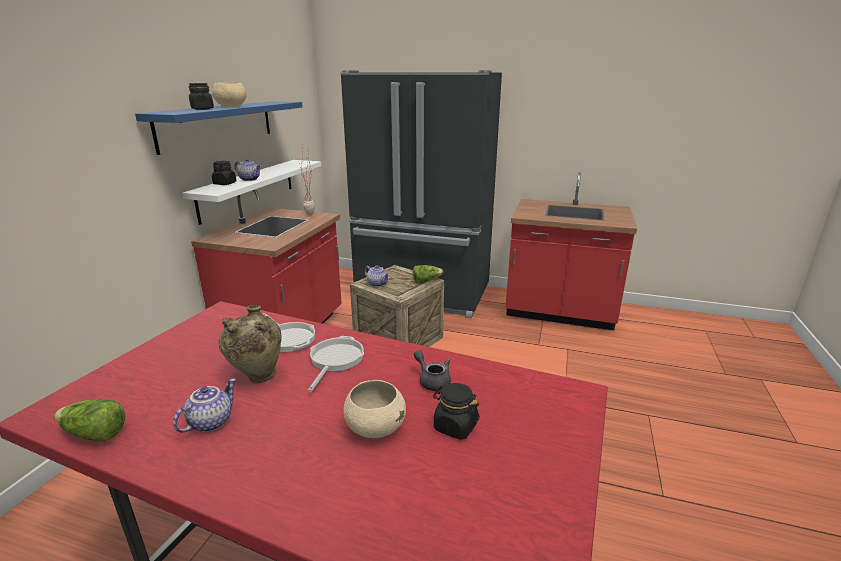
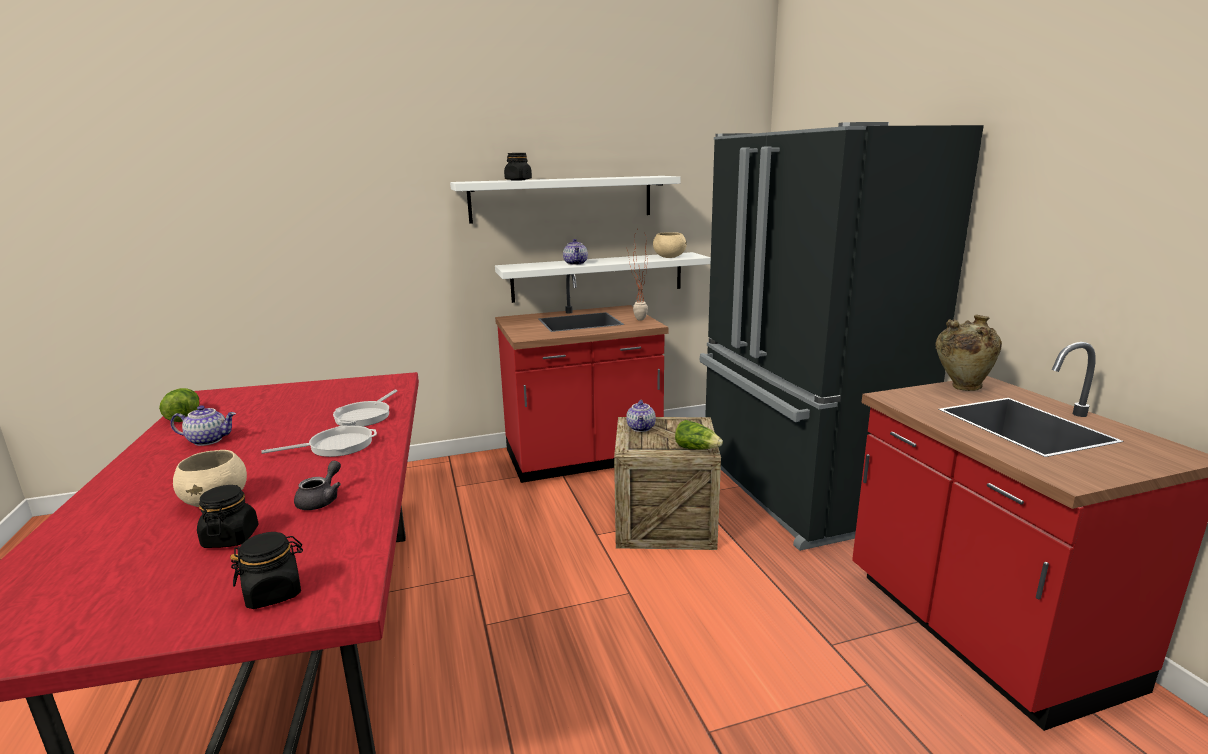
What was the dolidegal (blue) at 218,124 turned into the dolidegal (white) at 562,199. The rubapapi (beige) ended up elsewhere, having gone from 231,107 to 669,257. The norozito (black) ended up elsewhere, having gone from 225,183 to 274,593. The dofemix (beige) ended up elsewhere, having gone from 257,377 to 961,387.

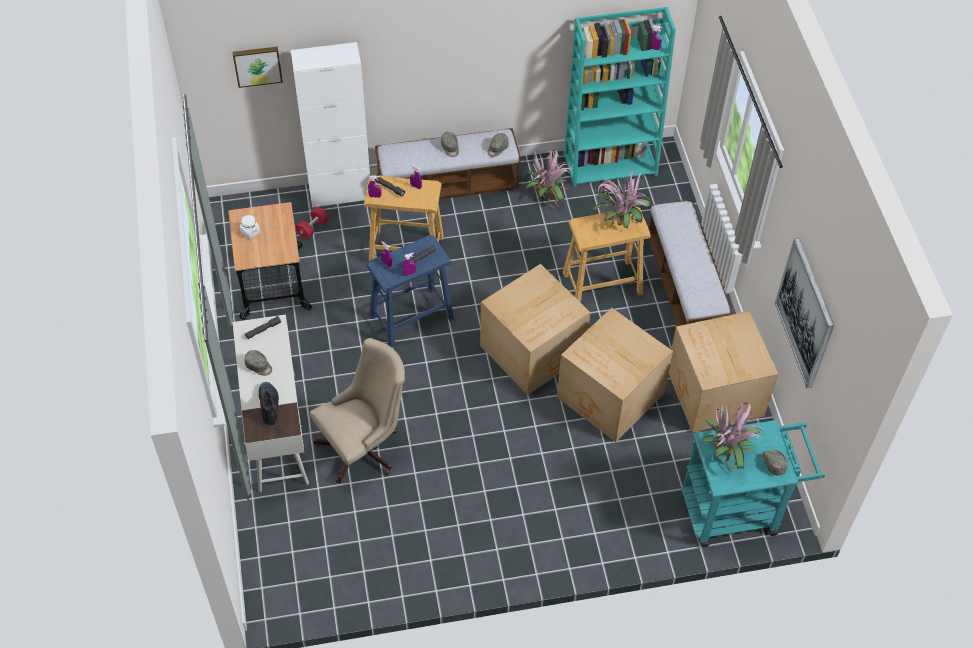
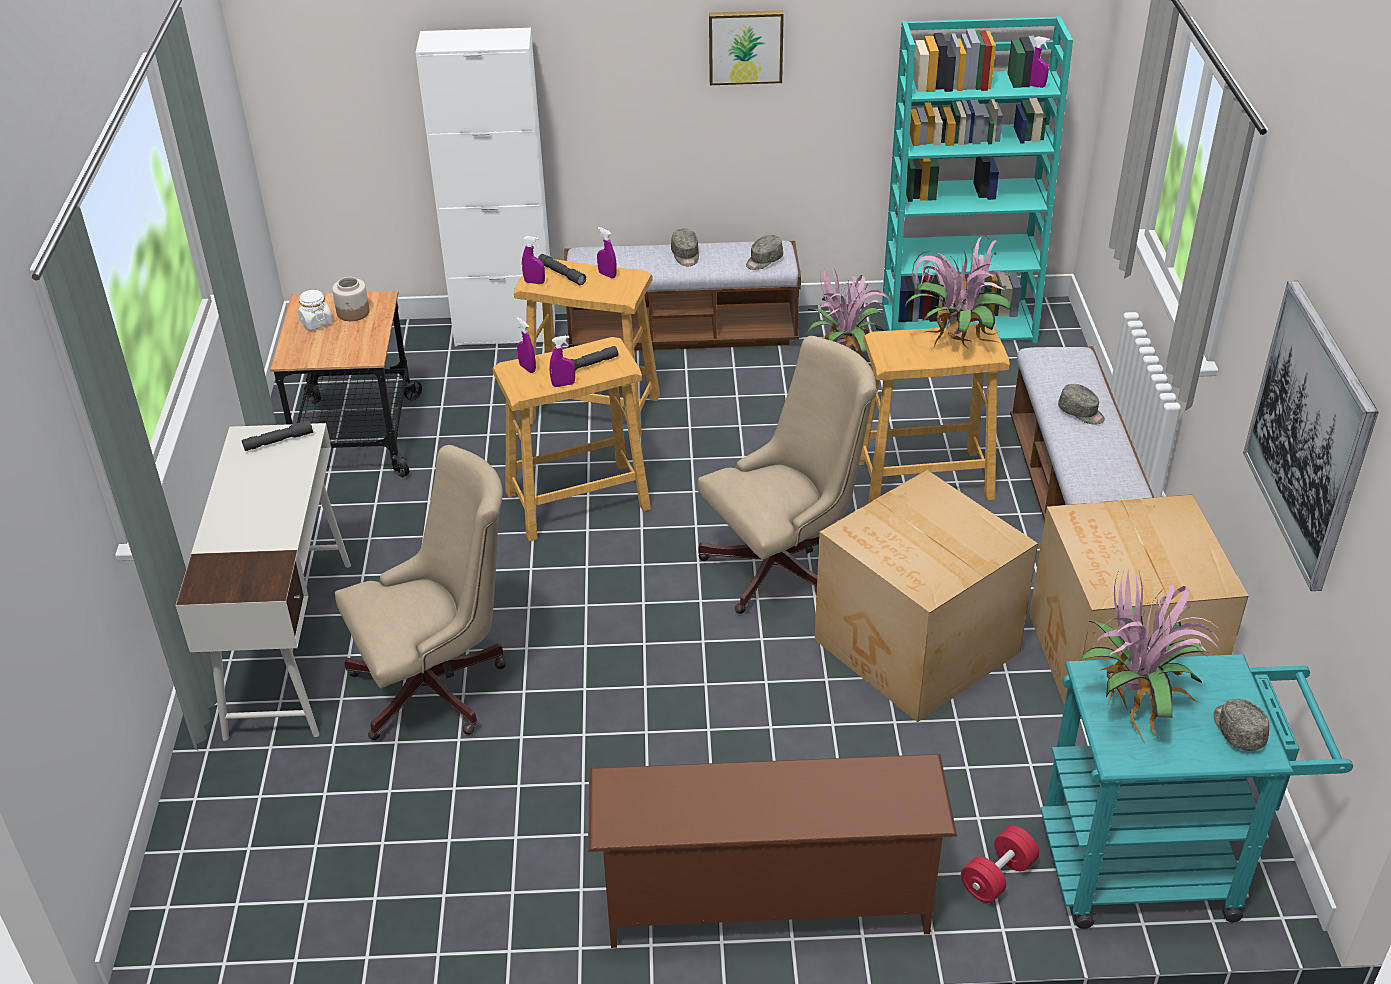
The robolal ended up elsewhere, having gone from 257,65 to 745,46. The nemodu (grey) ended up elsewhere, having gone from 259,366 to 1081,412. The second view lost the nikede at 269,406. The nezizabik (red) ended up elsewhere, having gone from 312,228 to 997,877. What was the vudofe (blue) at 412,317 turned into the vudofe (beige) at 578,500. Where the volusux stood at 534,351, the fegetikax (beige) came to stand at 785,566. The second view gained the norozito at 353,312. The second view gained the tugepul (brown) at 766,903.

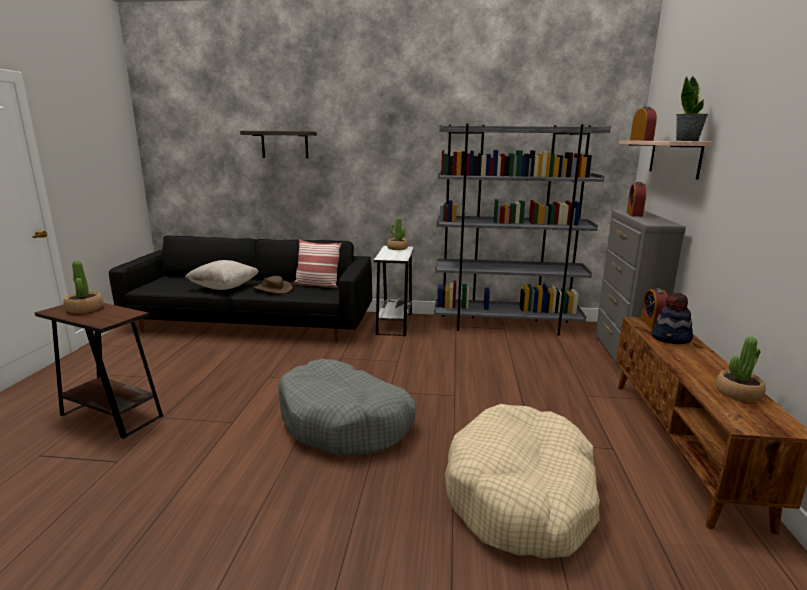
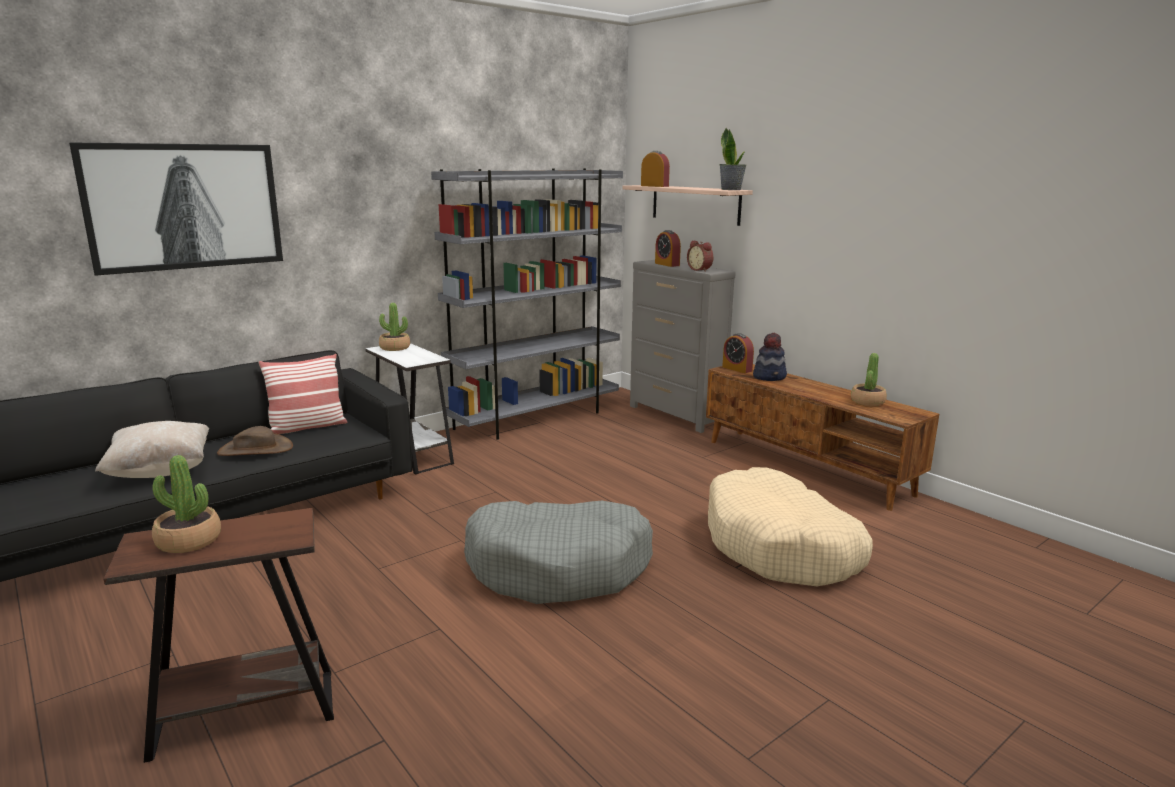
Where the dolidegal hung at 284,144, the robolal came to hang at 185,207. The second view gained the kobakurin at 700,270.

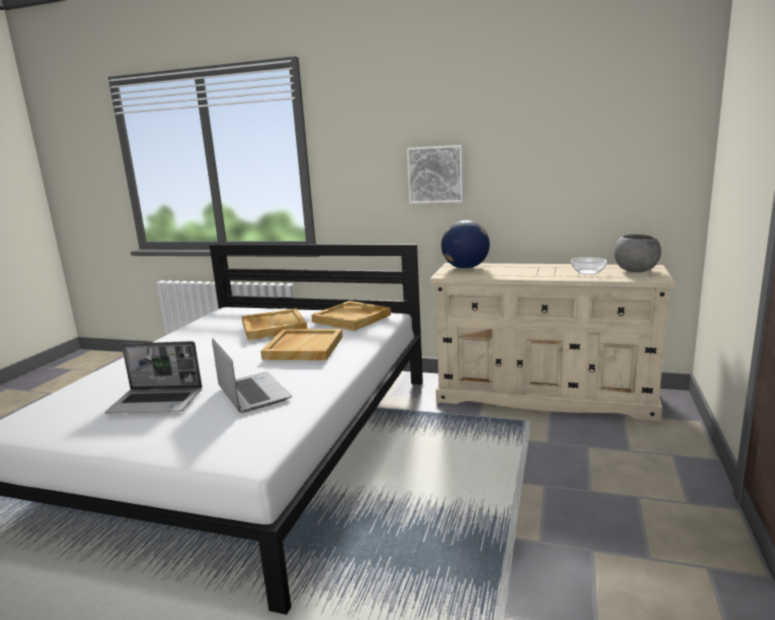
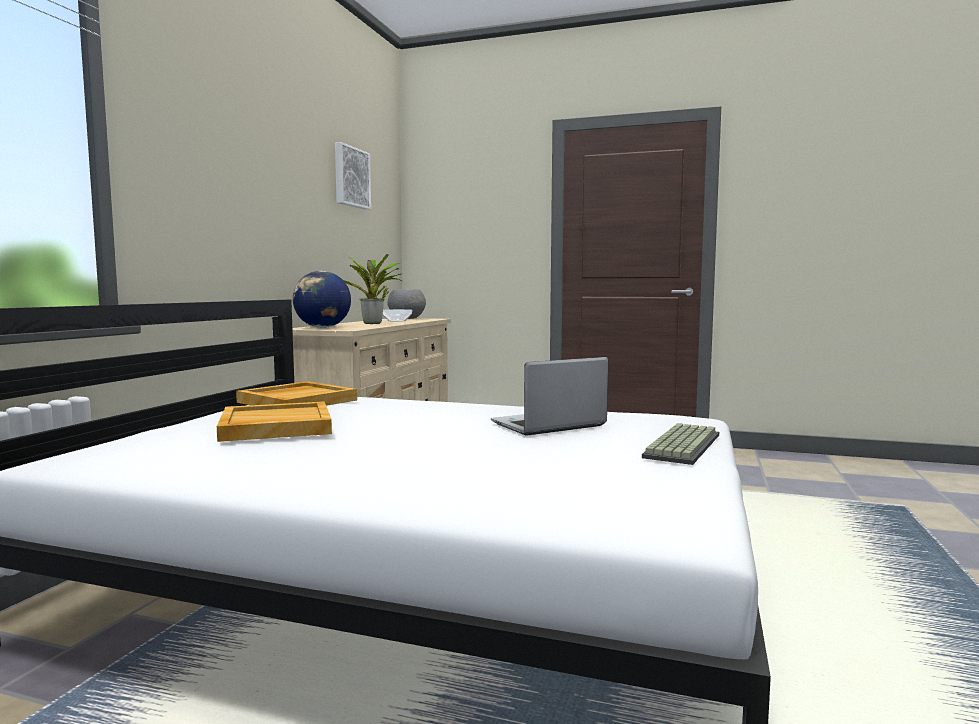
The second view lost the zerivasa at 157,402. The second view lost the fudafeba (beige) at 303,347. The robolal ended up elsewhere, having gone from 436,174 to 350,177. The second view gained the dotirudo at 373,323. The second view gained the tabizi at 681,445.

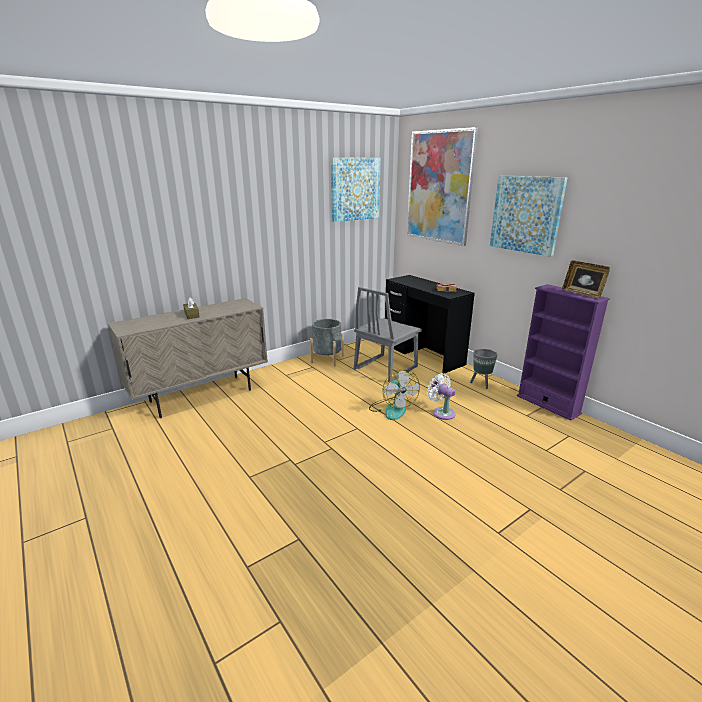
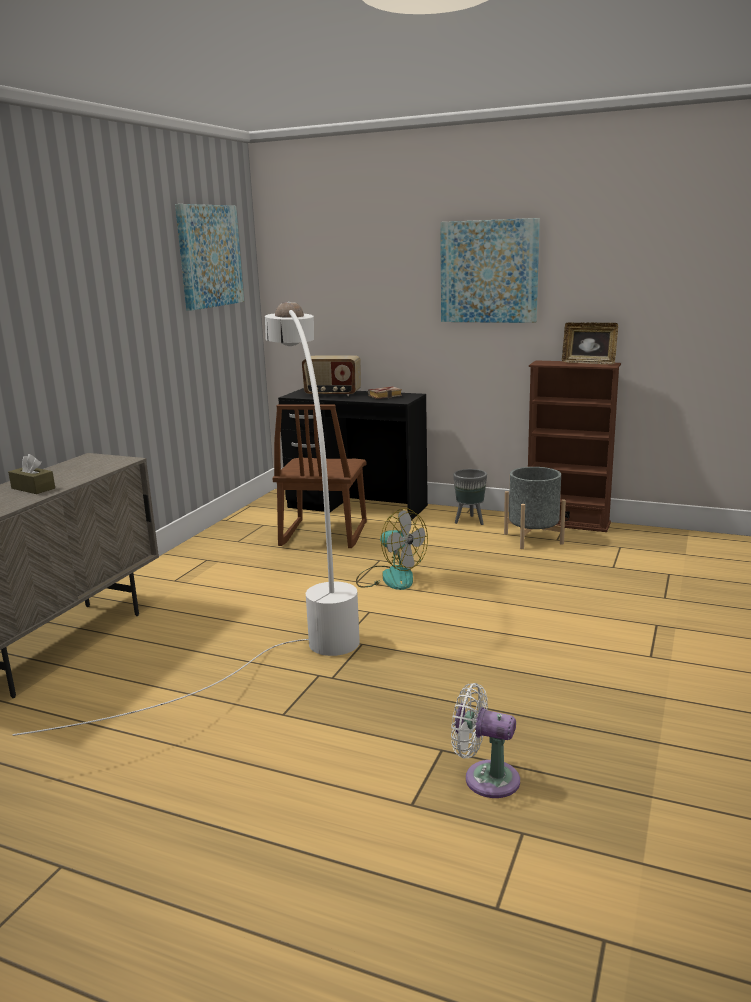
The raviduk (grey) ended up elsewhere, having gone from 327,359 to 533,538. What was the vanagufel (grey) at 385,368 turned into the vanagufel (brown) at 323,535. The second view lost the robolal at 439,187. The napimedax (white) ended up elsewhere, having gone from 442,412 to 486,778. What was the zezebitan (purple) at 548,404 turned into the zezebitan (brown) at 567,523. The second view gained the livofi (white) at 296,621. The second view gained the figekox at 332,394.

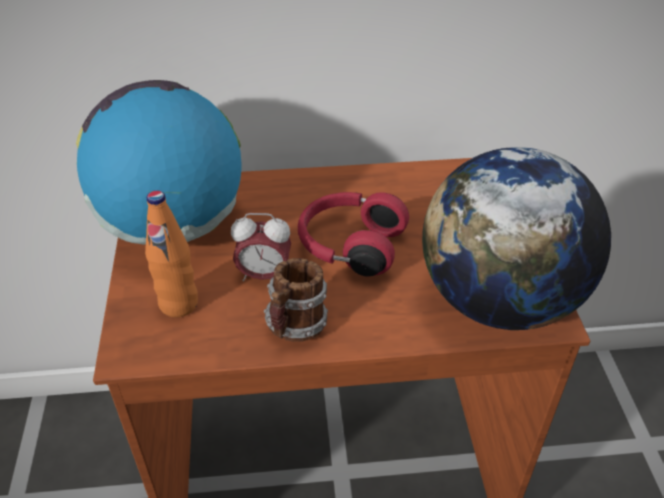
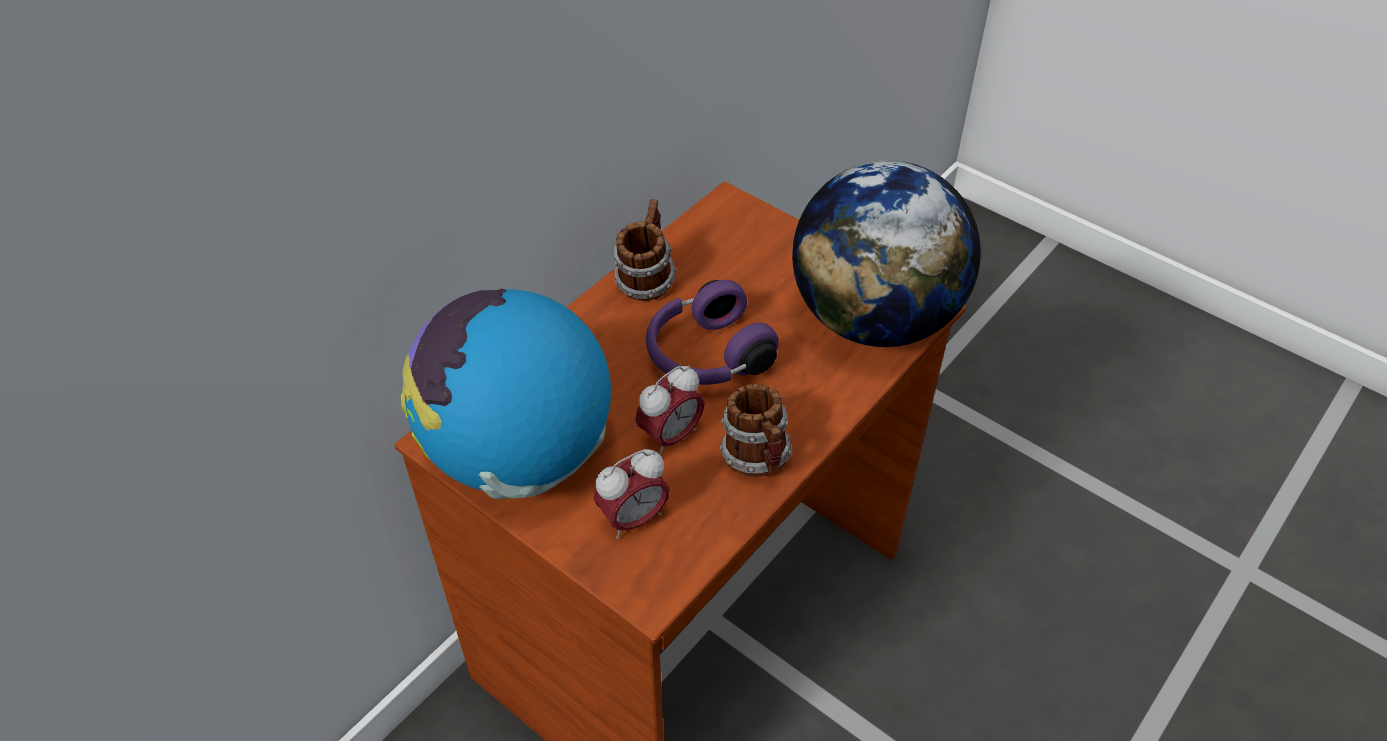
Where the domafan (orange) stood at 178,304, the kobakurin came to stand at 633,519. What was the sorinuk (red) at 349,246 turned into the sorinuk (purple) at 706,356. The second view gained the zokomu at 645,280.

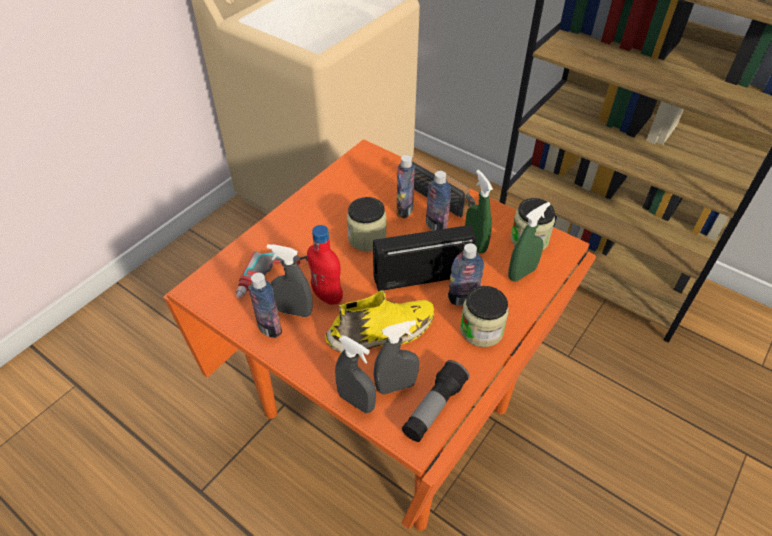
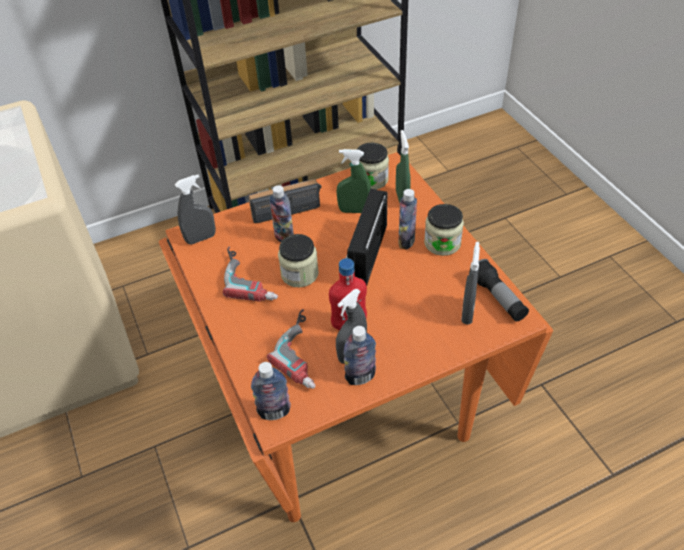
The second view lost the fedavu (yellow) at 382,333. The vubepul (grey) ended up elsewhere, having gone from 356,401 to 201,238. The domafan ended up elsewhere, having gone from 436,226 to 274,412. The second view gained the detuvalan at 252,277.

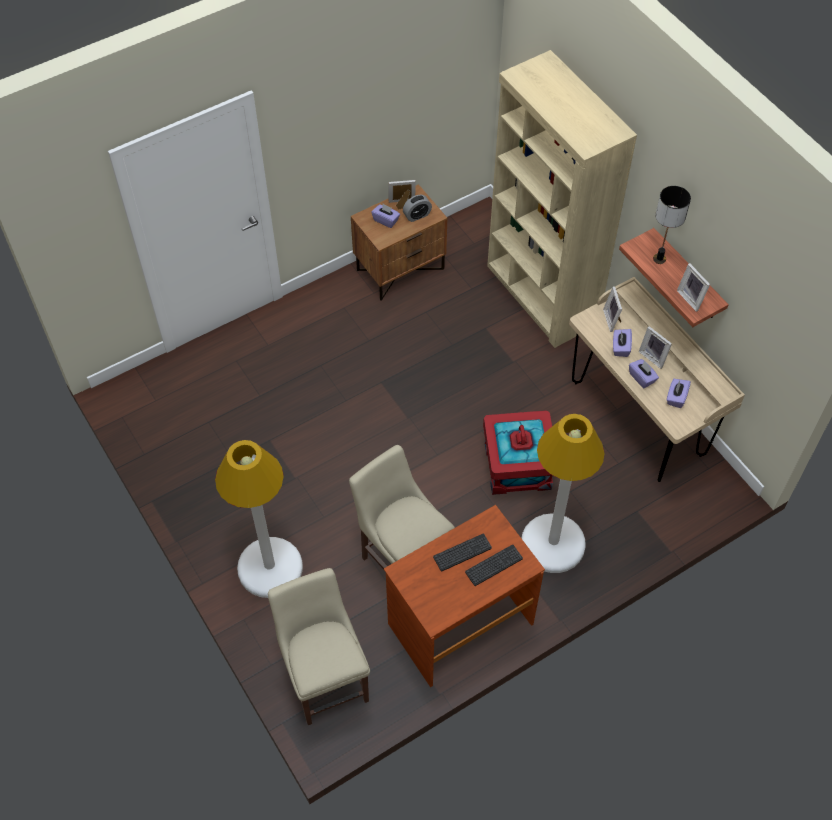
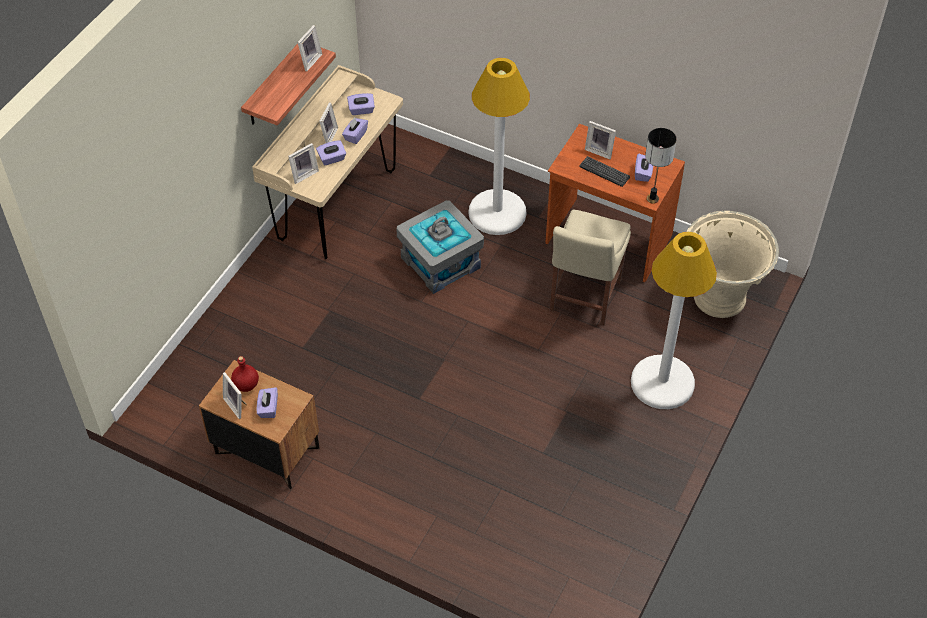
Where the vanagufel (beige) stood at 325,678, the raviduk (beige) came to stand at 719,299. Where the kobakurin stood at 417,215, the domafan (red) came to stand at 246,385. Where the tabizi stood at 493,565, the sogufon came to stand at 600,150. What was the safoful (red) at 518,466 turned into the safoful (grey) at 440,262. The second view lost the zezebitan (beige) at 541,295. The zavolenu ended up elsewhere, having gone from 659,259 to 653,199. The second view gained the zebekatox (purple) at 643,173.

